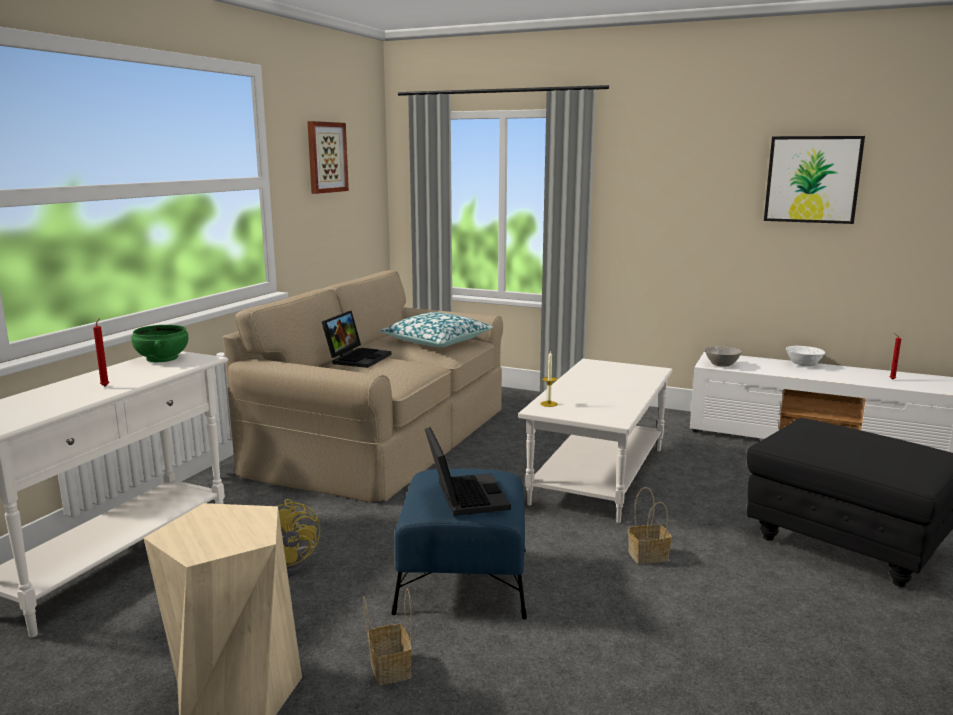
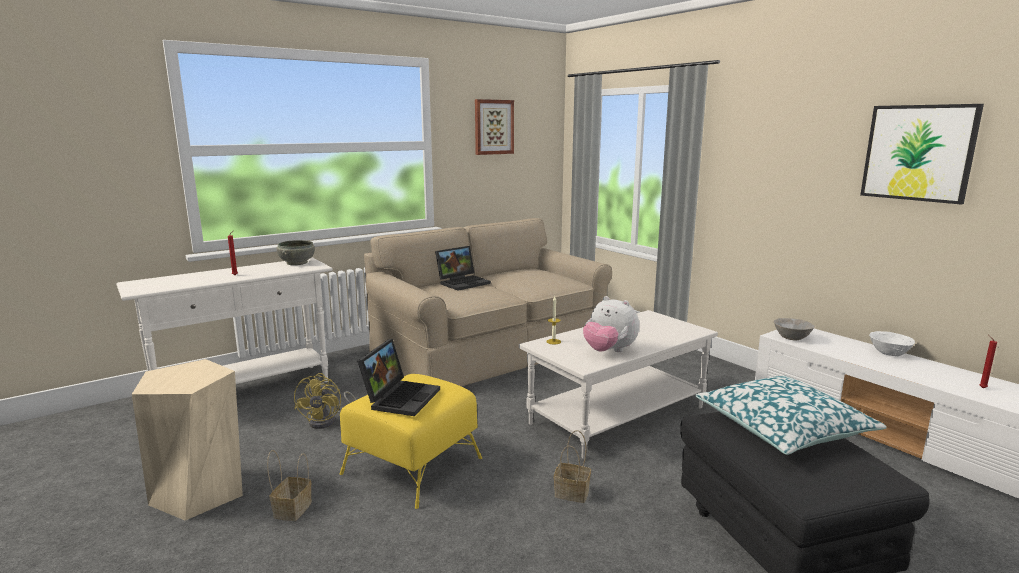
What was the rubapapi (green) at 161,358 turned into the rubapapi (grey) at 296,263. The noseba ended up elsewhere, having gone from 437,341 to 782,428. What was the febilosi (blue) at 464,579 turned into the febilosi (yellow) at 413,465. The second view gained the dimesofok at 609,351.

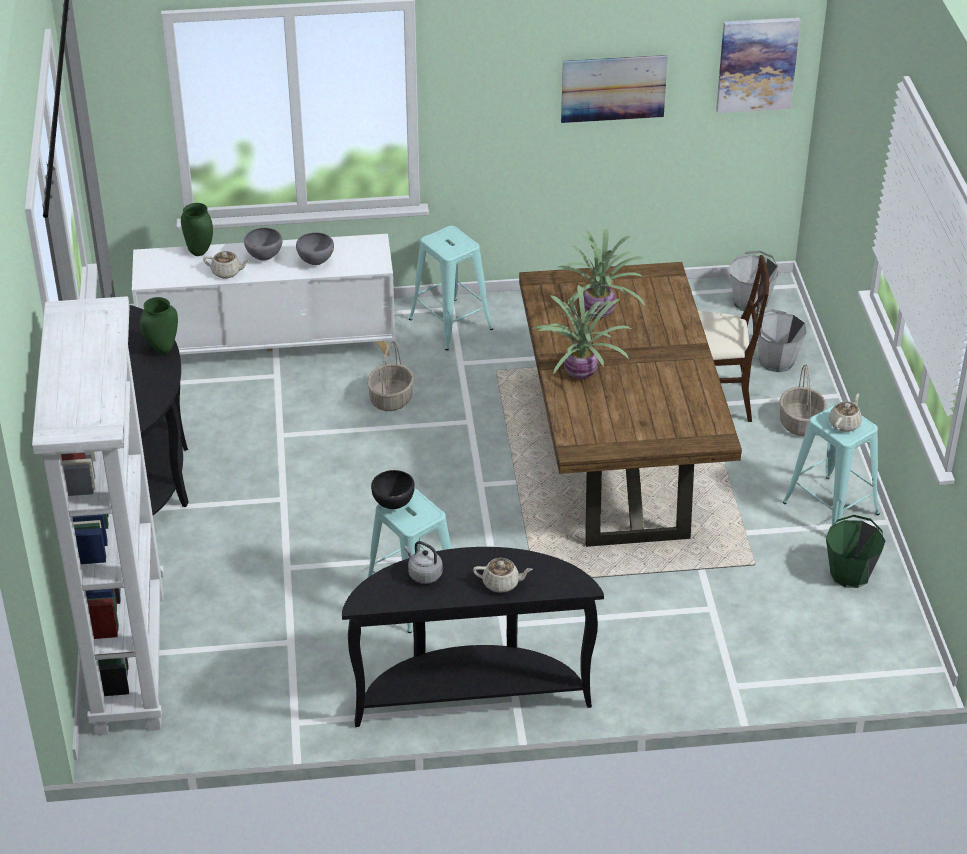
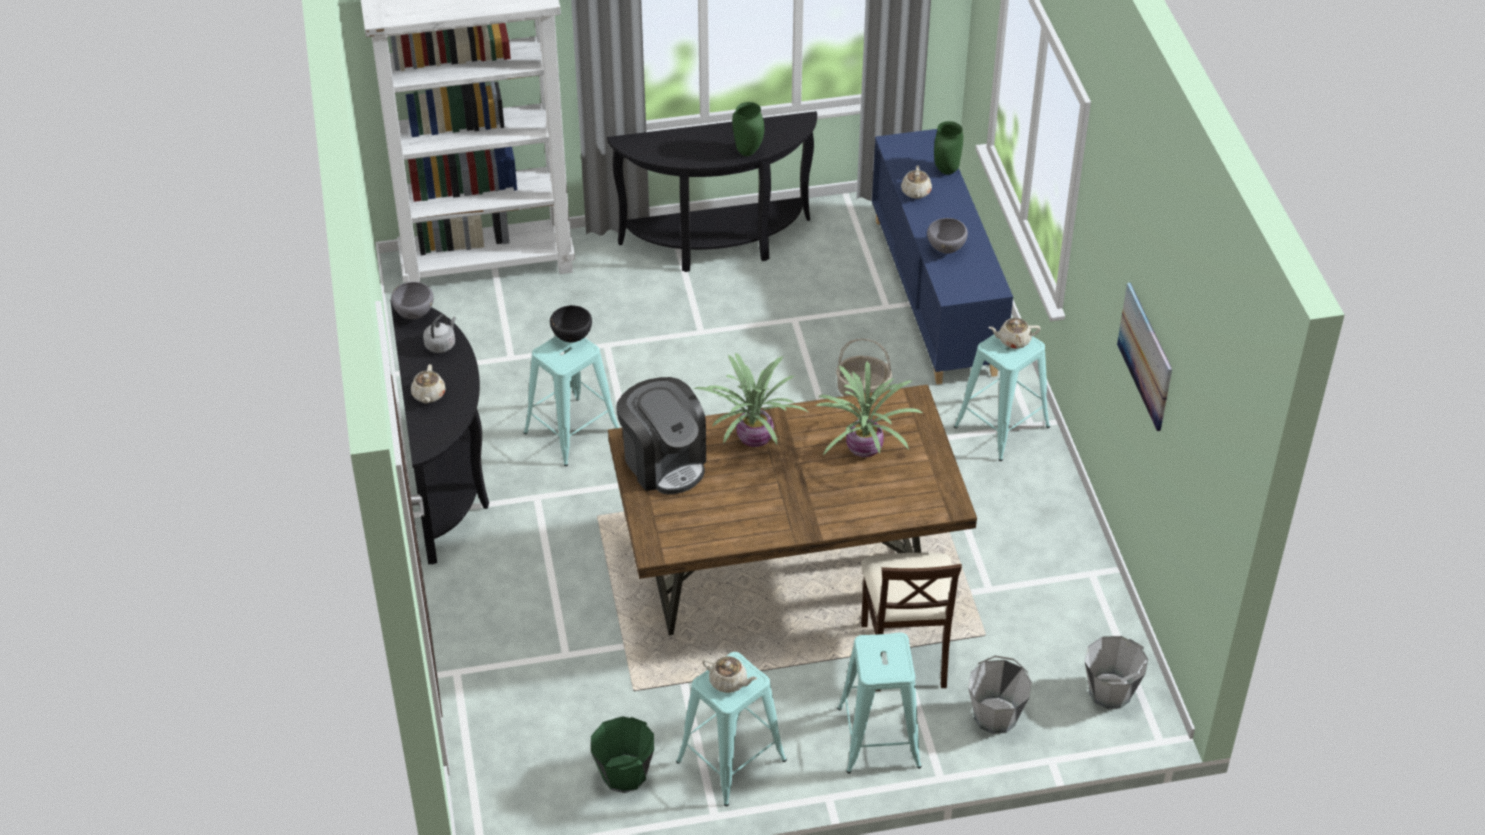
What was the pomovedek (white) at 270,345 turned into the pomovedek (blue) at 935,296. The rubapapi (grey) ended up elsewhere, having gone from 264,258 to 414,315. The second view lost the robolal at 757,64. Where the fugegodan stood at 801,424, the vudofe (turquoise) came to stand at 878,737. The second view gained the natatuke at 664,462. The second view gained the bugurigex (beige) at 1013,340.

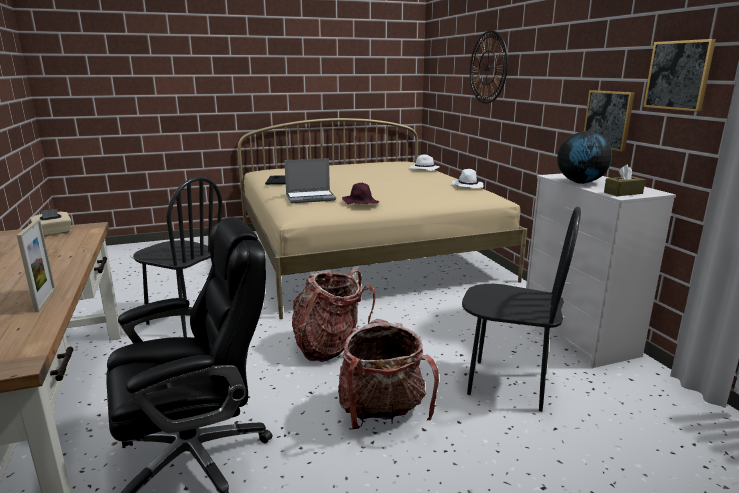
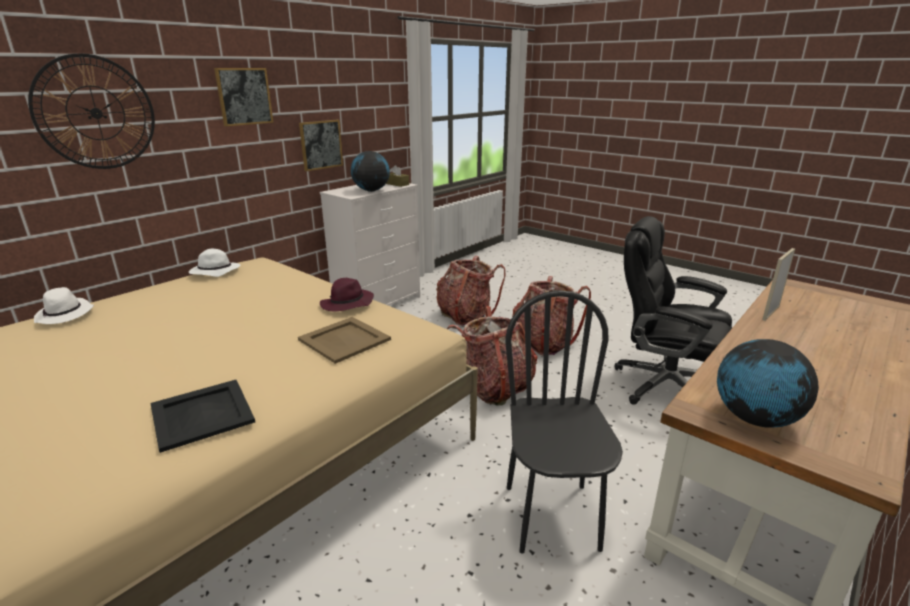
Where the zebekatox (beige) stood at 54,233, the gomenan came to stand at 754,419. Where the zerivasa stood at 311,198, the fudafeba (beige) came to stand at 343,339. Where the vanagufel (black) stood at 507,384, the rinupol came to stand at 466,315. The robolal ended up elsewhere, having gone from 678,75 to 244,96.

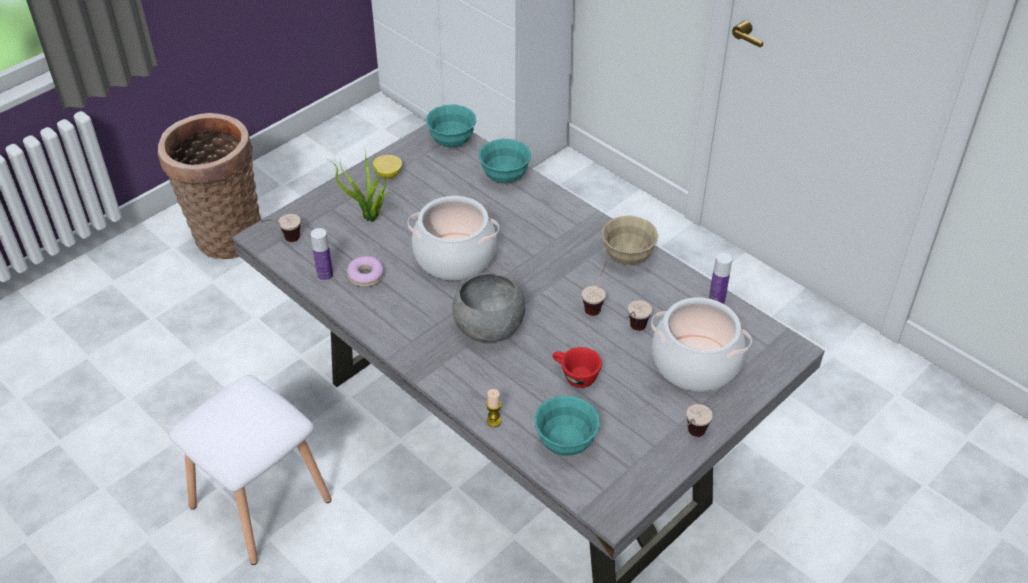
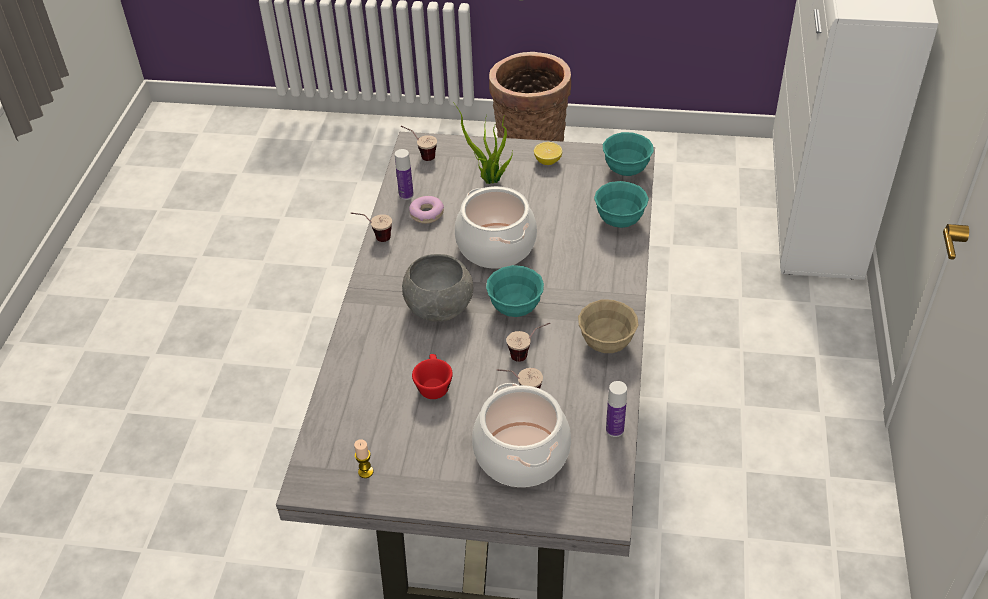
The second view lost the vudofe (white) at 258,503. The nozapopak ended up elsewhere, having gone from 494,421 to 365,472. The rubapapi (turquoise) ended up elsewhere, having gone from 565,443 to 515,308. The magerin ended up elsewhere, having gone from 692,437 to 374,238.

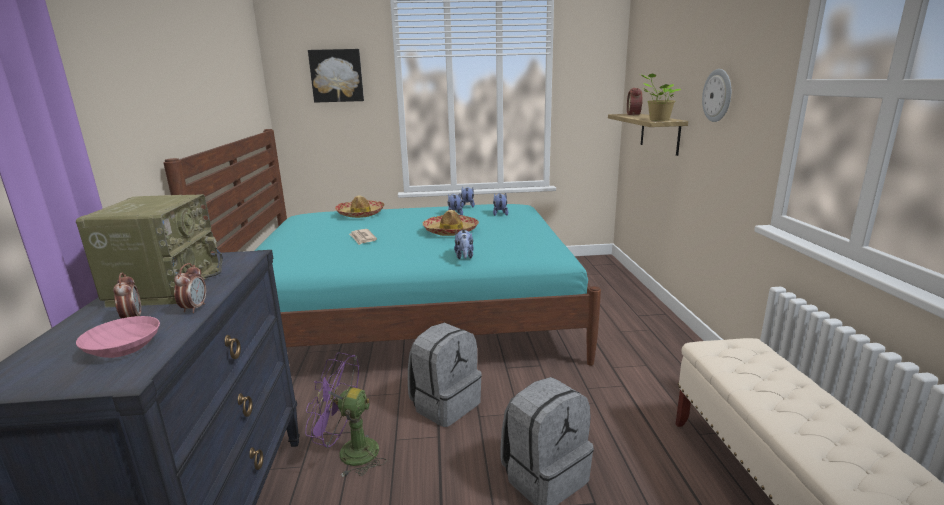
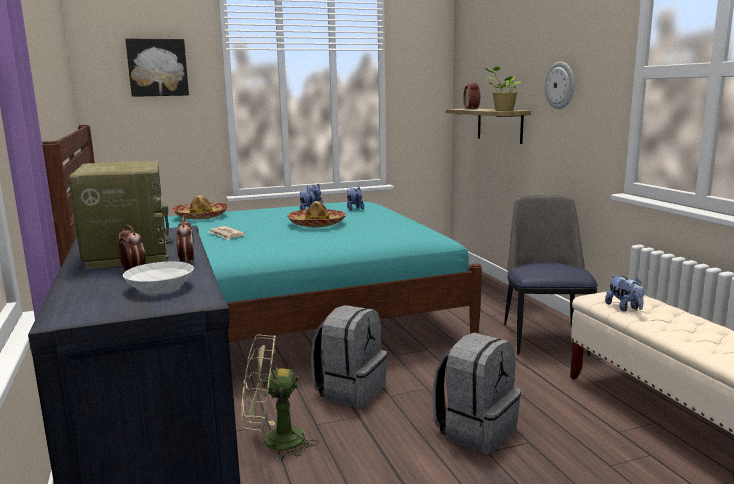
What was the rubapapi (pink) at 122,348 turned into the rubapapi (white) at 158,288. What was the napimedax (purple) at 349,453 turned into the napimedax (green) at 274,441. The dimesofok ended up elsewhere, having gone from 464,257 to 624,308. The second view gained the vanagufel at 544,338.

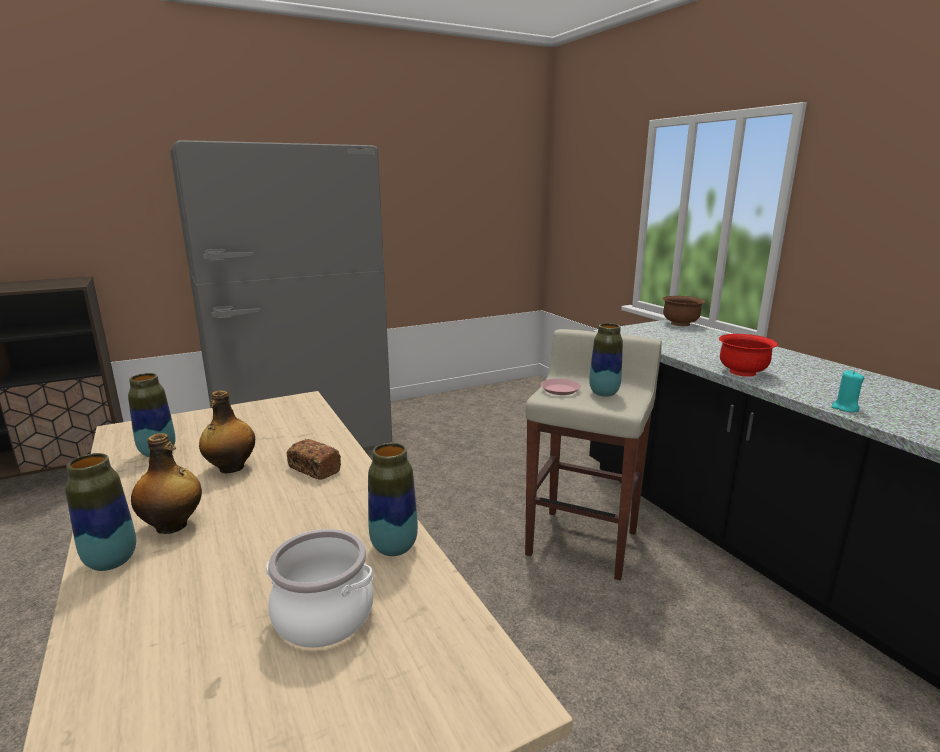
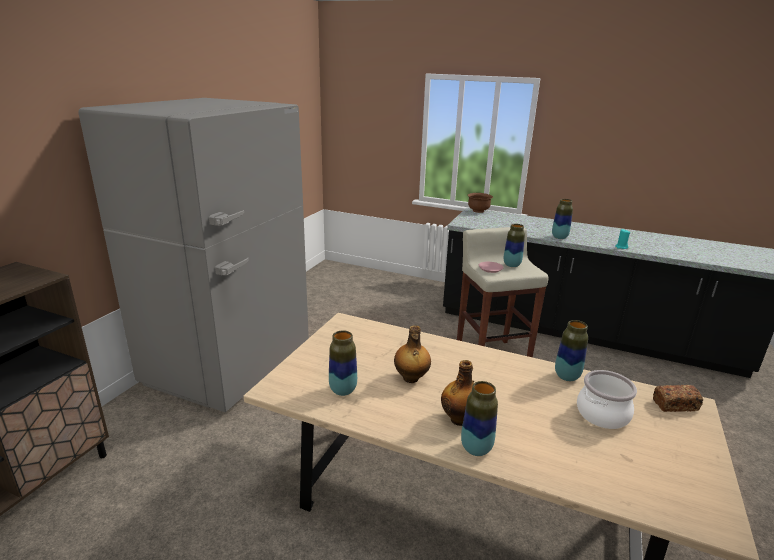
The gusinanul ended up elsewhere, having gone from 314,469 to 675,405. Where the rubapapi (red) stood at 742,372, the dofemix came to stand at 559,237.

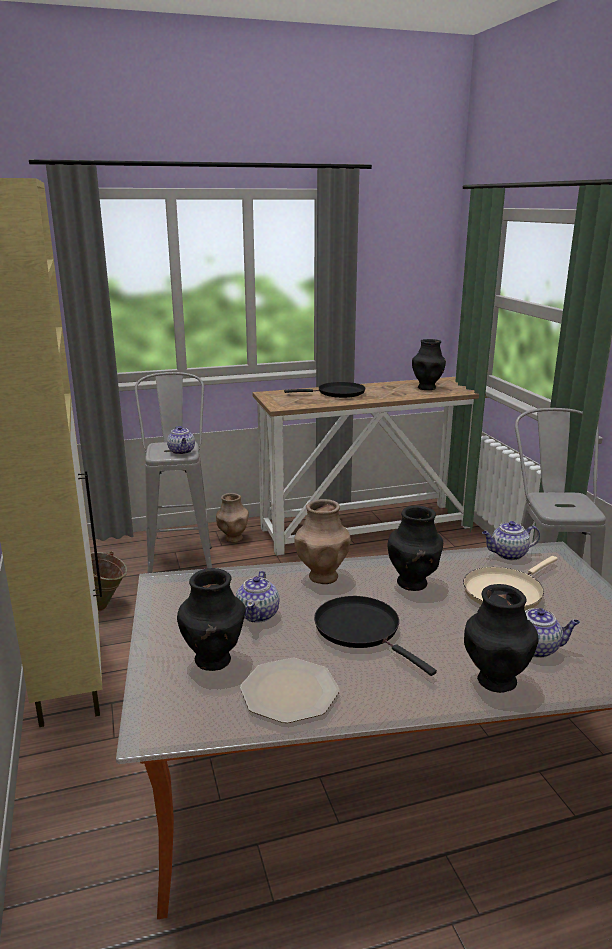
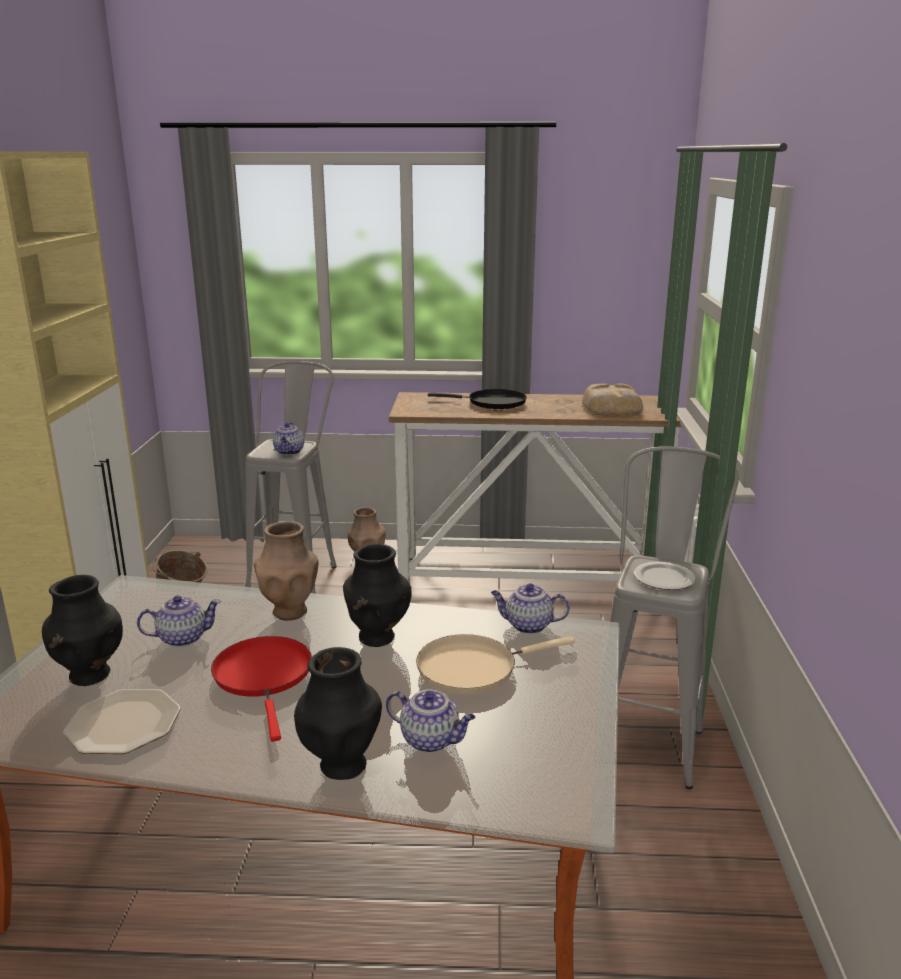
The bugurigex at 258,614 ended up facing another way, 135 degrees counterclockwise from before. What was the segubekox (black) at 361,630 turned into the segubekox (red) at 264,677. Where the dofemix (black) stood at 427,388, the gusinanul came to stand at 611,407. The second view gained the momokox at 664,578.

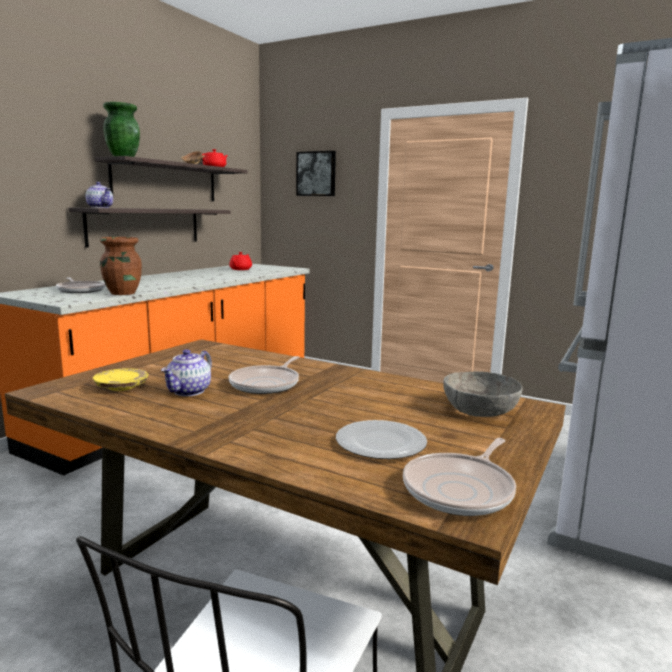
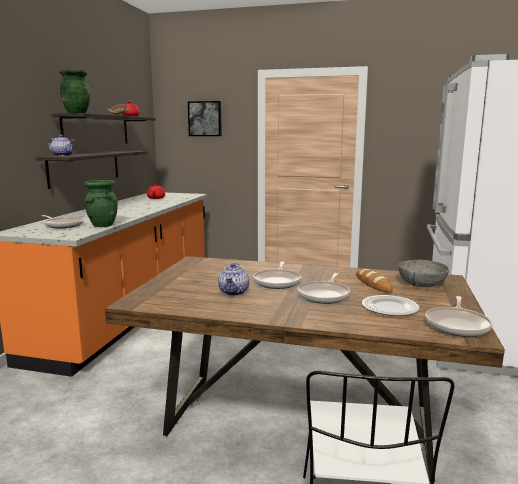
The second view lost the momokox (yellow) at 121,387. What was the dofemix (brown) at 122,293 turned into the dofemix (green) at 102,225. The second view gained the segubekox at 324,295. The second view gained the gusinanul at 373,284.

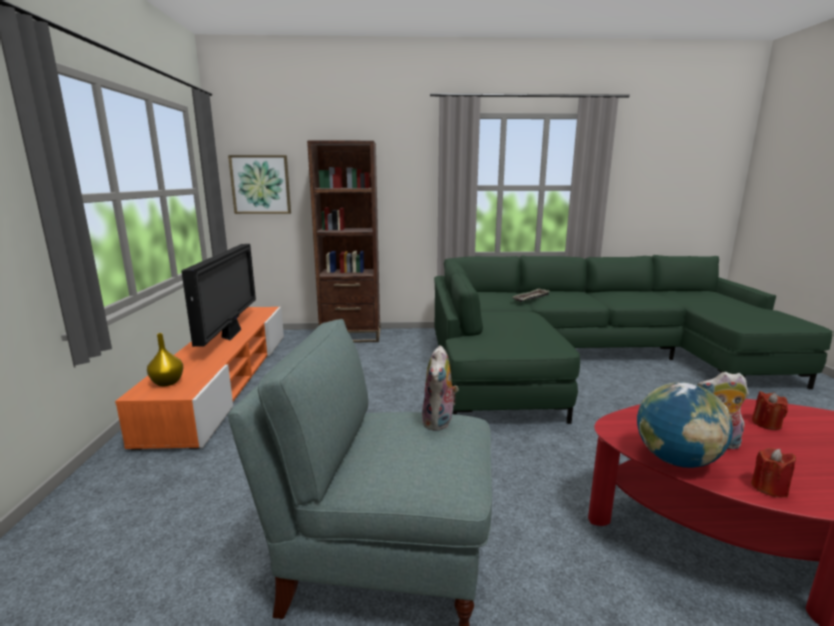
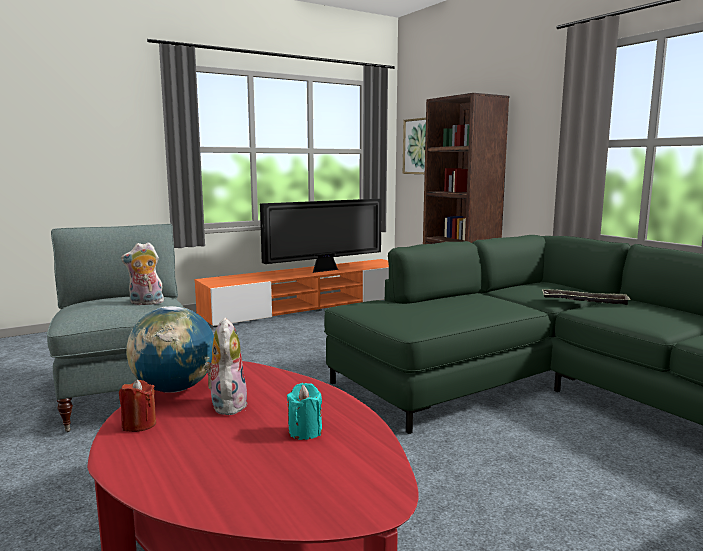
The second view lost the dofemix (yellow) at 167,382. What was the nozapopak (red) at 766,424 turned into the nozapopak (turquoise) at 305,432.

